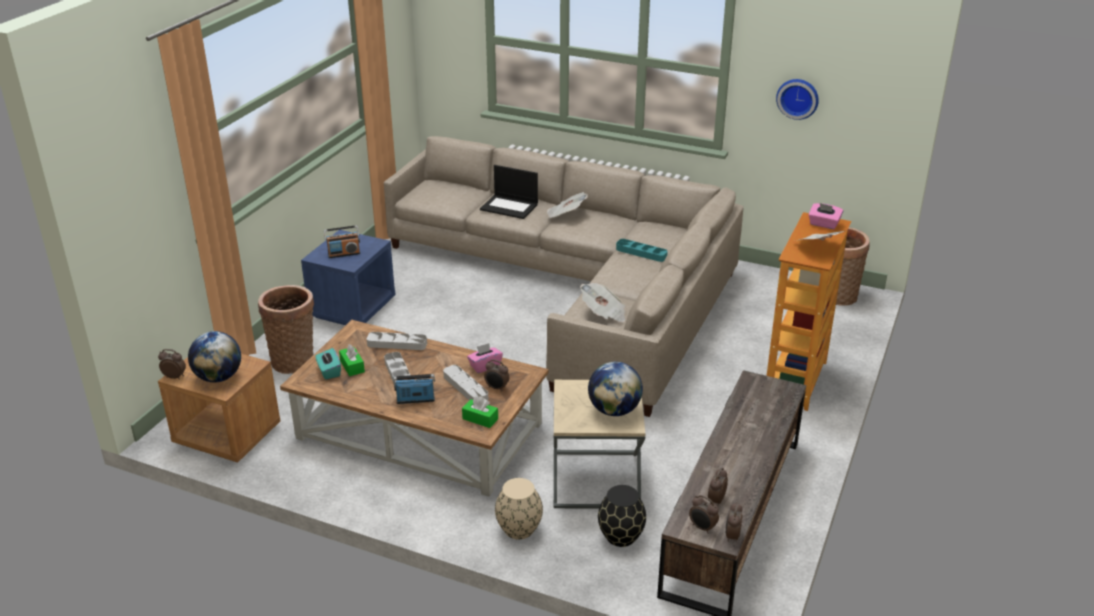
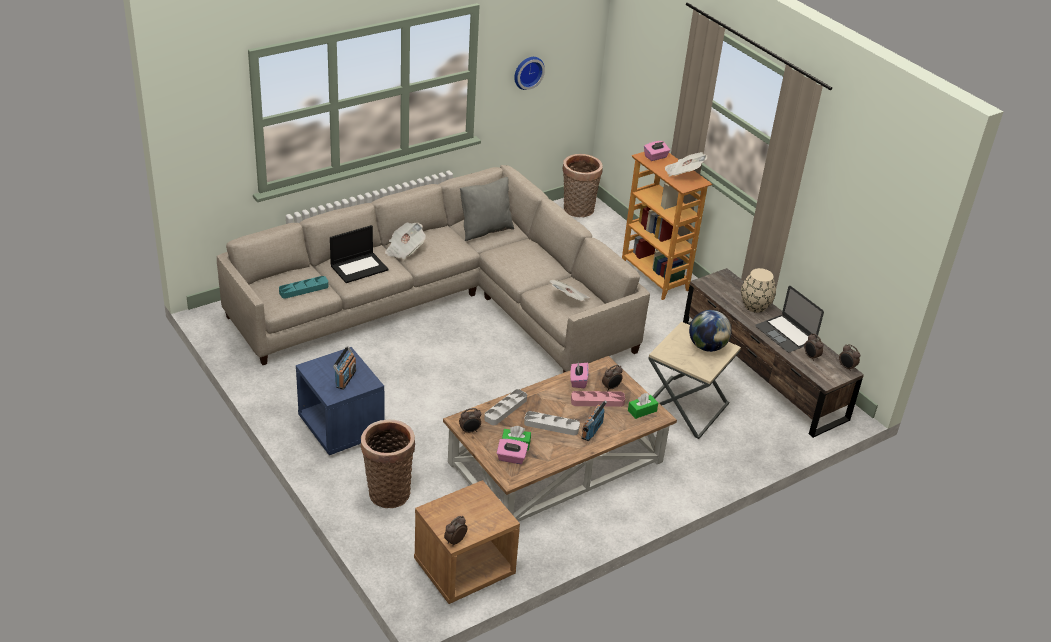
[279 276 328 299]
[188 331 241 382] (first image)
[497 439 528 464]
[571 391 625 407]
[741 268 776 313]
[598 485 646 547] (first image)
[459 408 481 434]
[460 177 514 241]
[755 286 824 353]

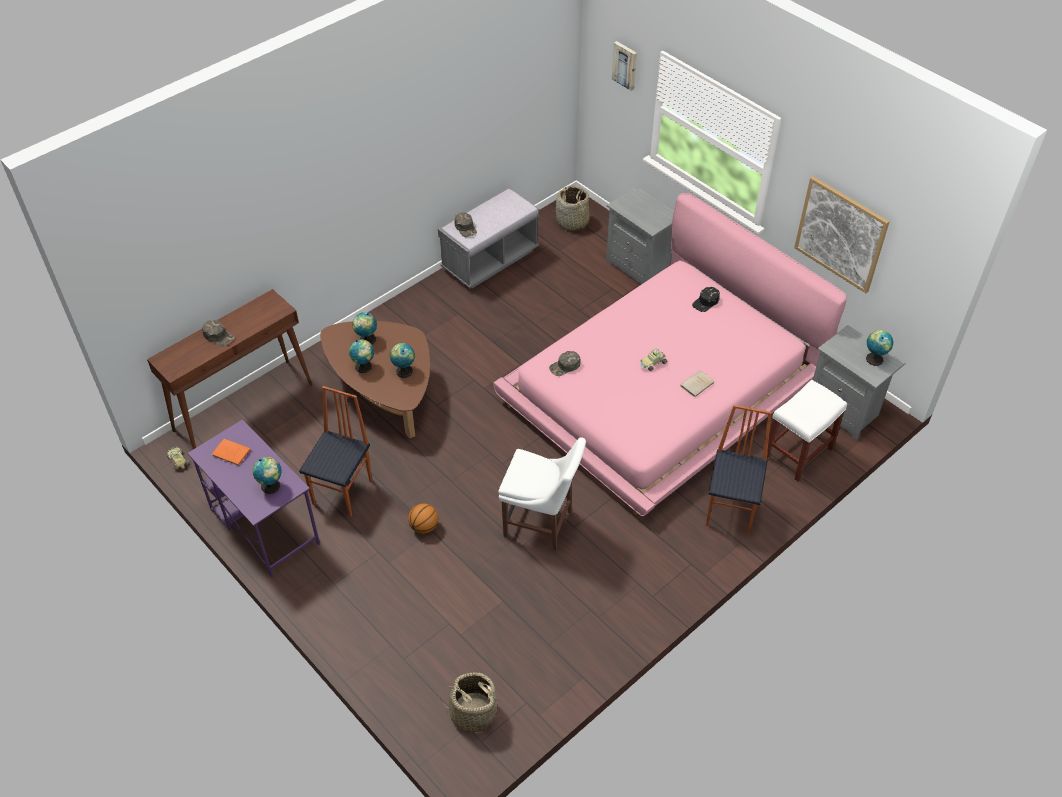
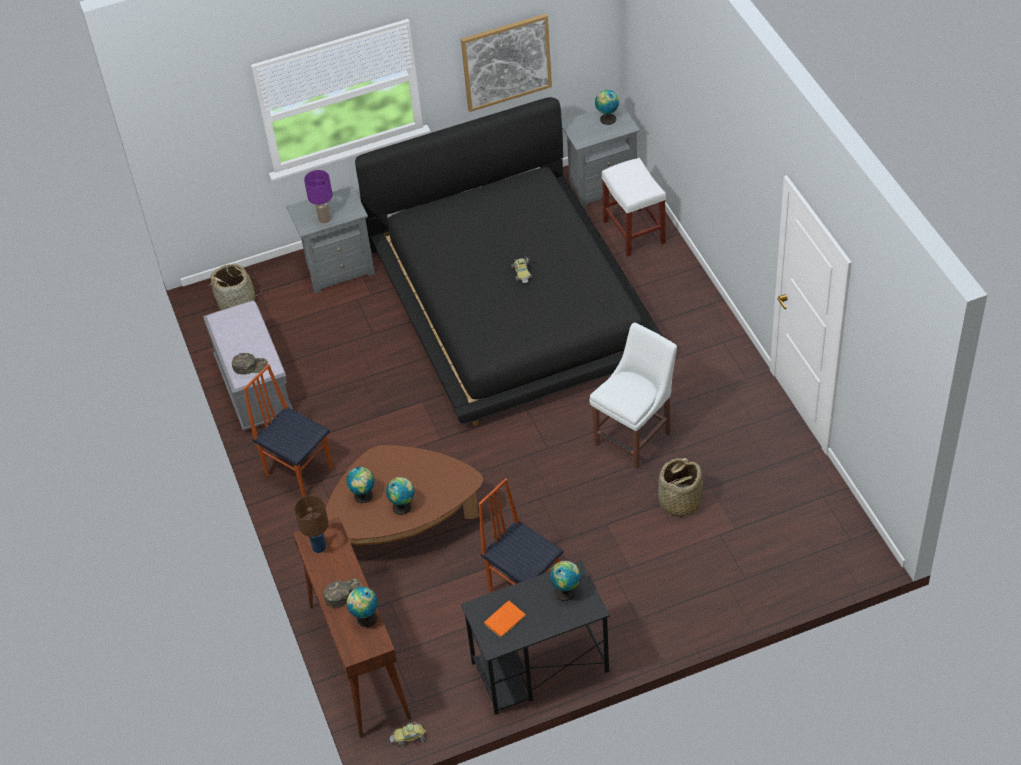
[612 41 637 91] (first image)
[355 97 667 426]
[692 287 720 312] (first image)
[347 587 378 627]
[549 351 581 376] (first image)
[680 370 715 397] (first image)
[243 364 333 497]
[461 560 610 715]
[408 503 439 534] (first image)
[658 458 703 517]
[304 170 333 223]
[294 495 329 553]

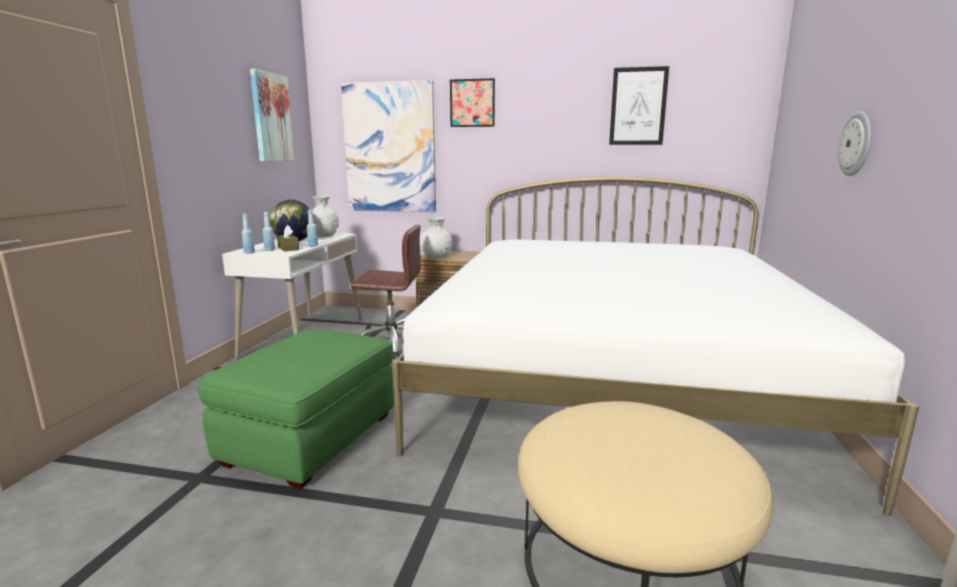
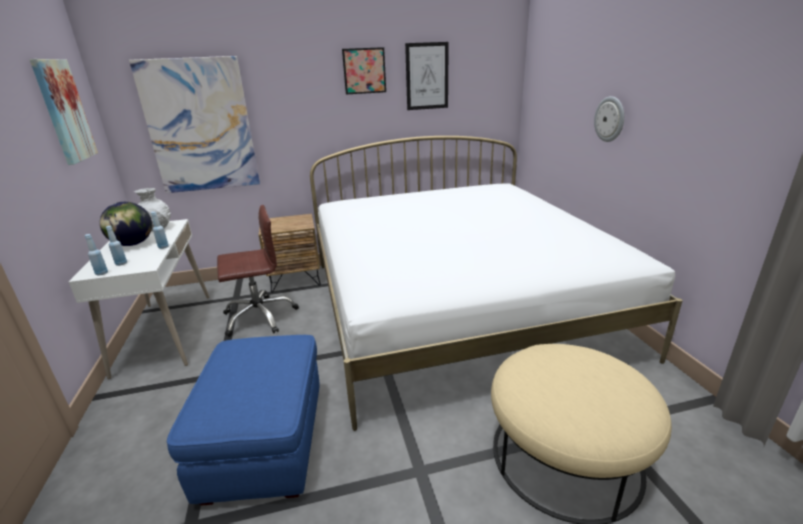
[342 47 386 94]
[420 217 453 258] (first image)
[277 225 299 251] (first image)
[167 335 320 505]

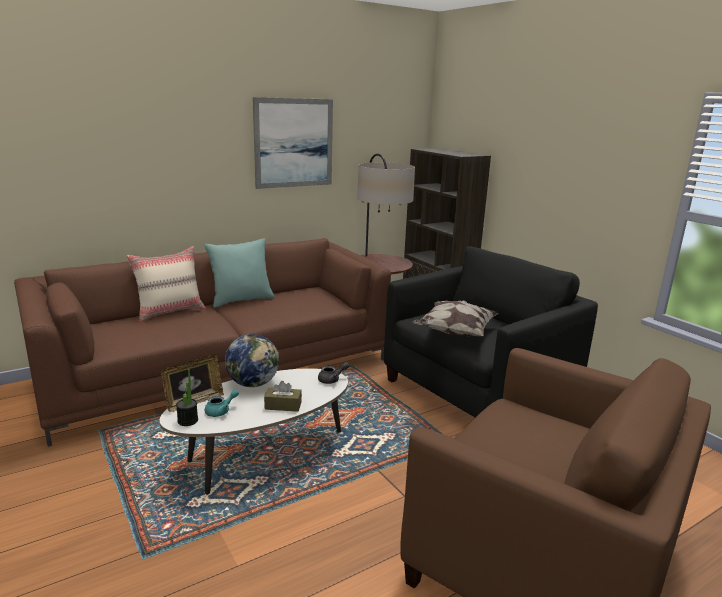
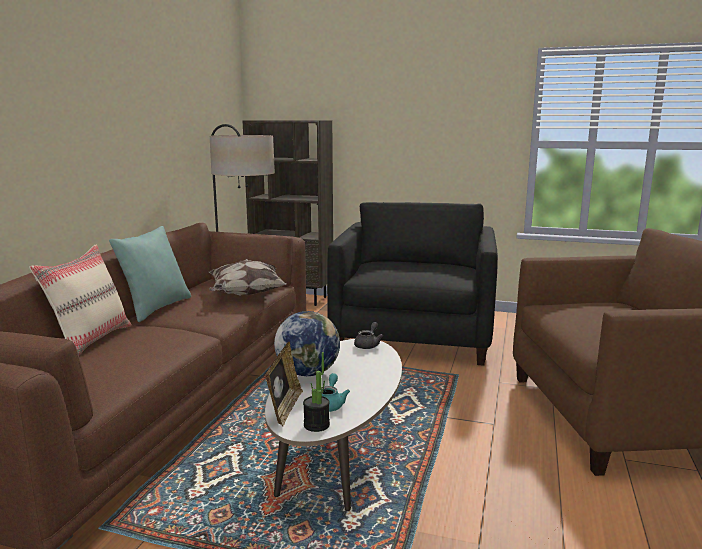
[253 97 333 189] (first image)
[209 259 286 296]
[264 381 302 412] (first image)

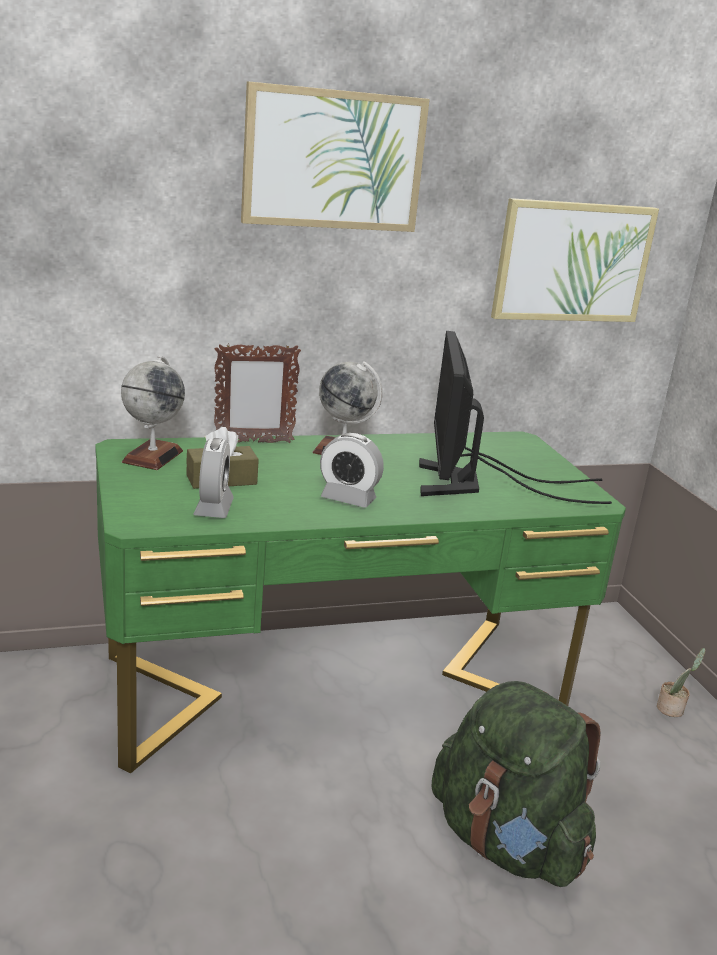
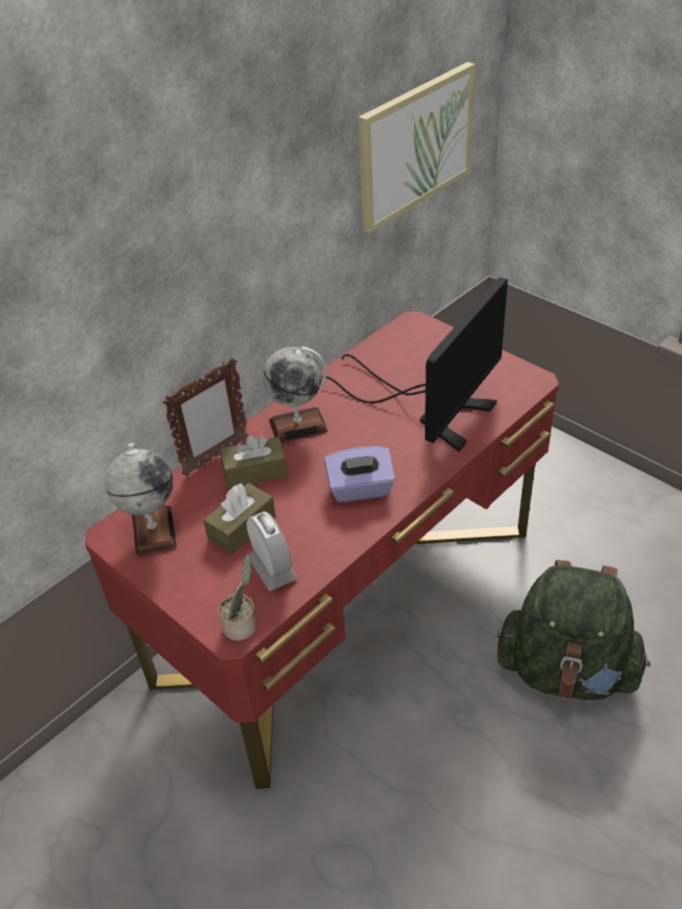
[241 81 430 232] (first image)
[322 277 508 452]
[85 311 559 789]
[324 446 396 503]
[218 555 257 641]
[220 435 288 489]

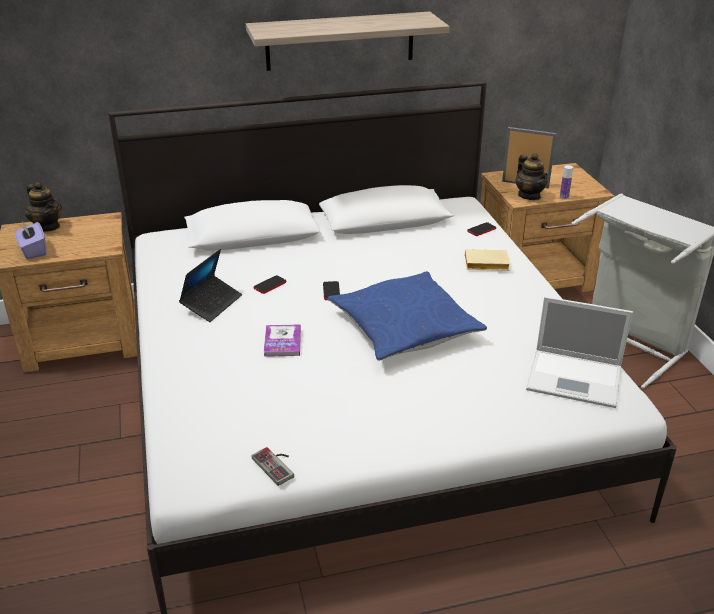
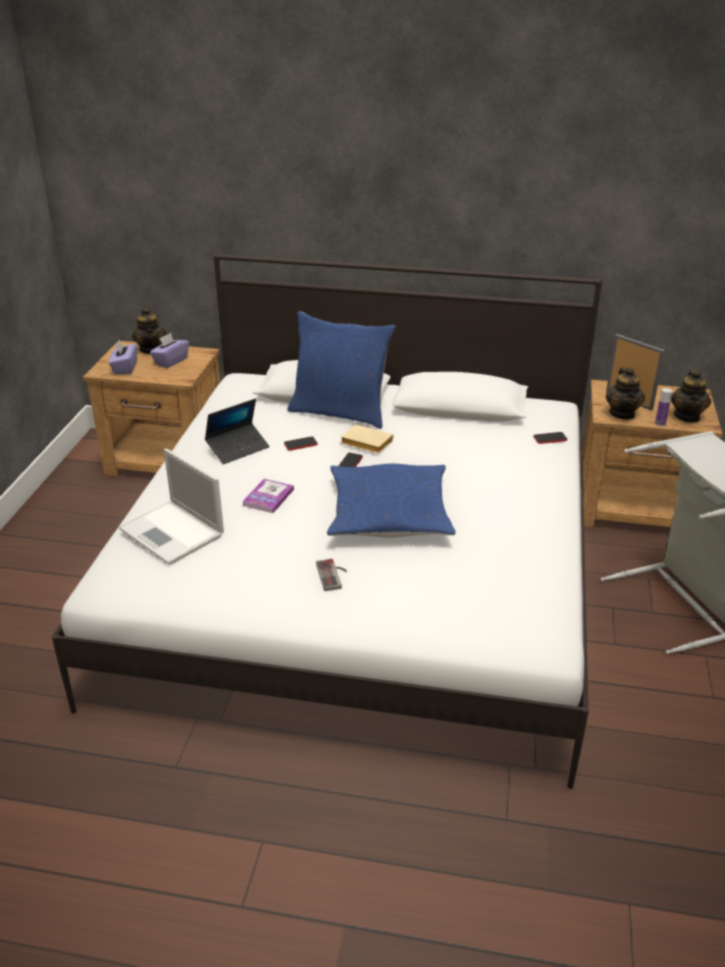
[246 12 450 71] (first image)
[341 425 394 454]
[119 448 224 565]
[316 559 347 591]
[287 311 396 429]
[150 333 189 368]
[671 370 711 423]

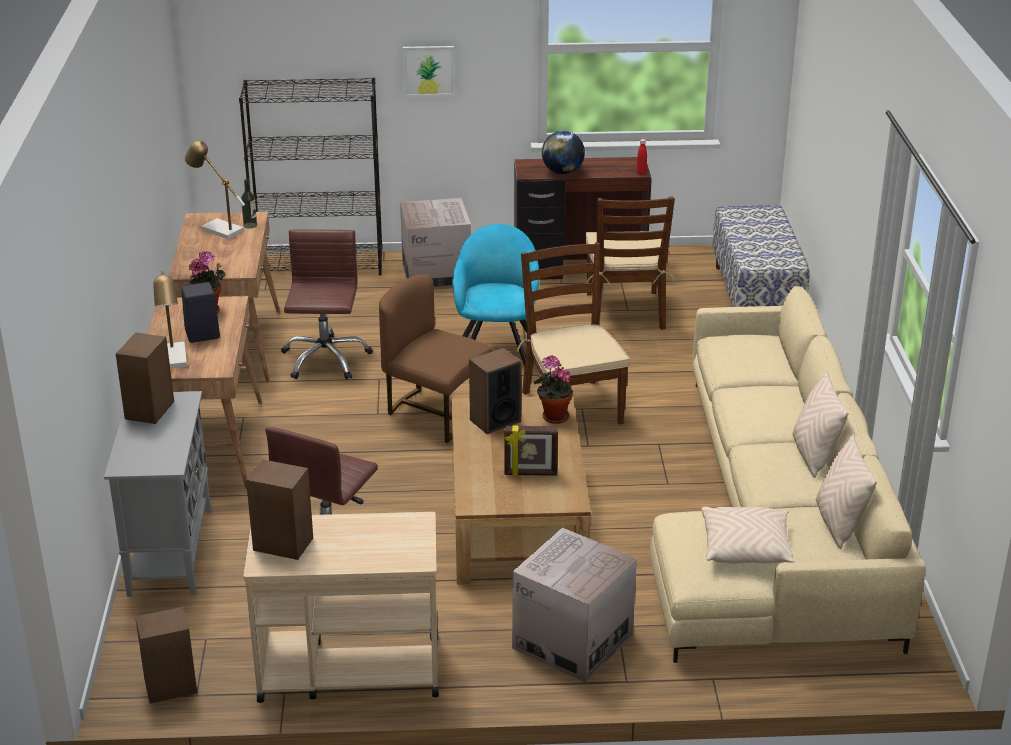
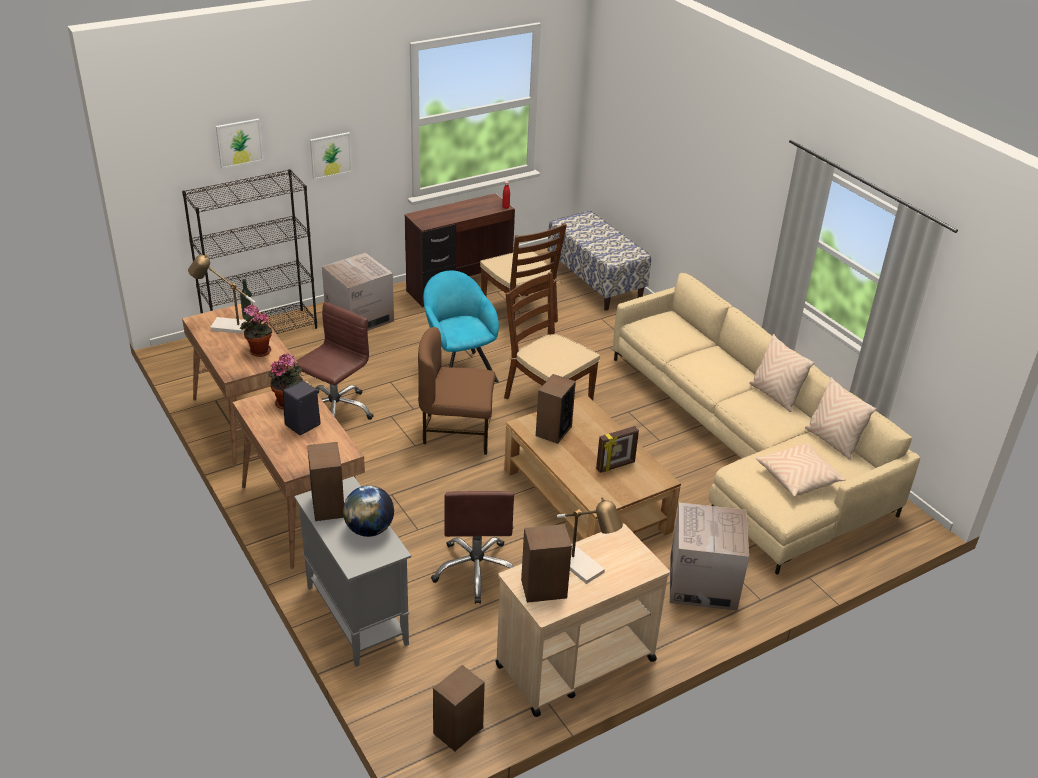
[343 485 394 537]
[296 302 374 420]
[557 497 623 584]
[240 305 272 357]
[216 119 264 169]

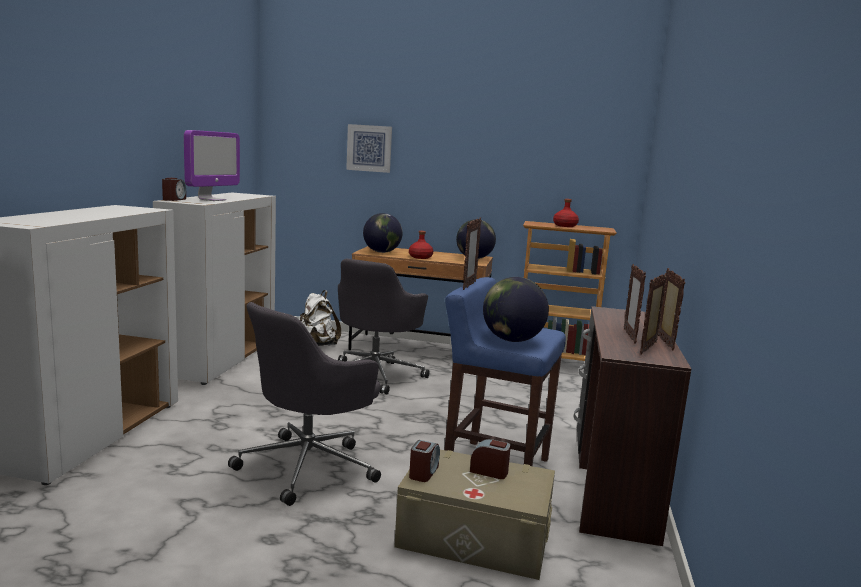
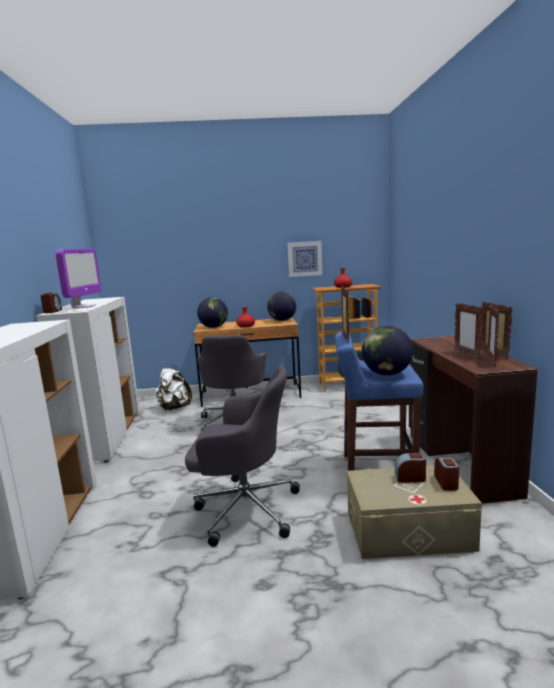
[287 241 322 277]
[185 366 300 547]
[434 458 459 491]

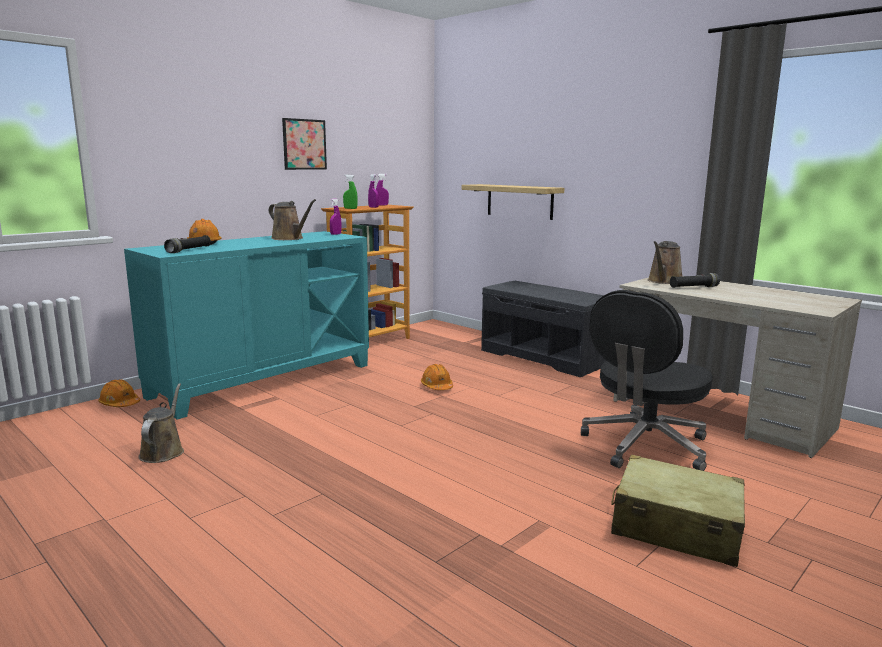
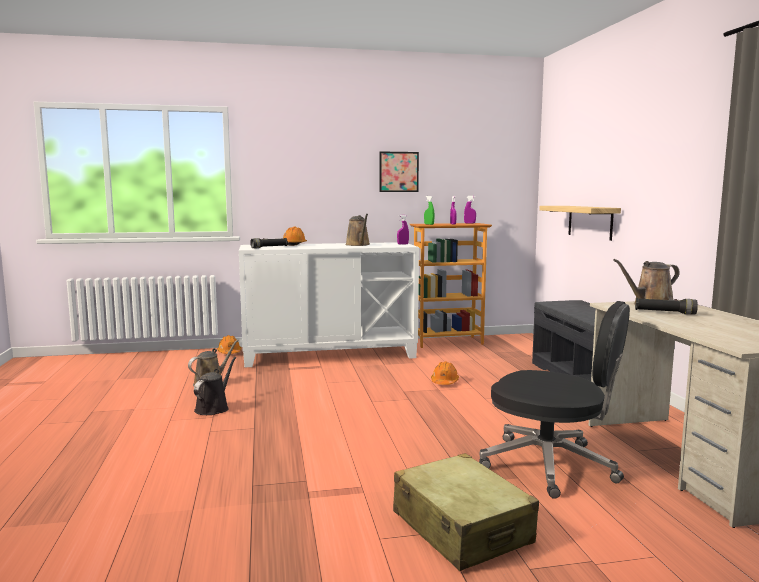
[239 242 419 367]
[479 301 630 499]
[194 357 236 415]

